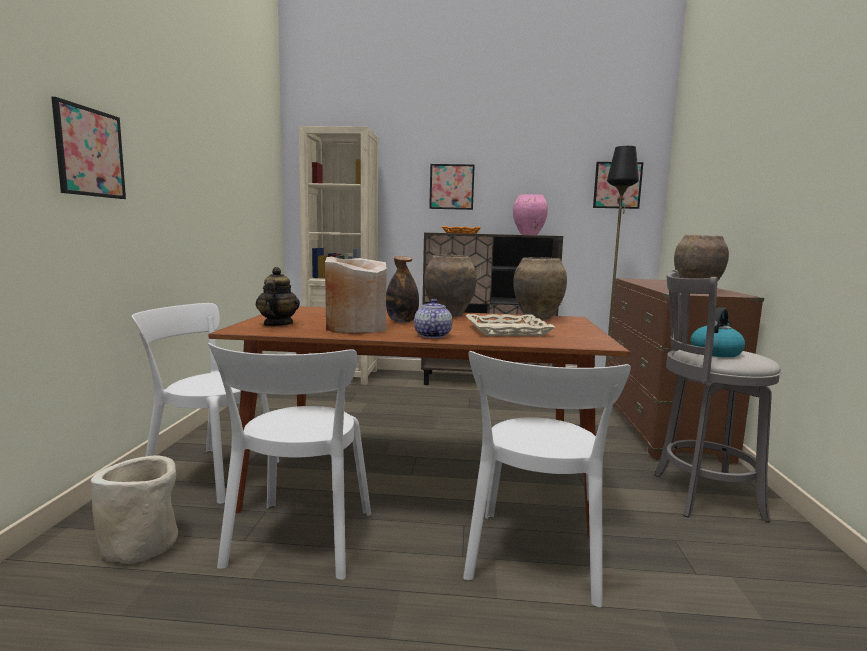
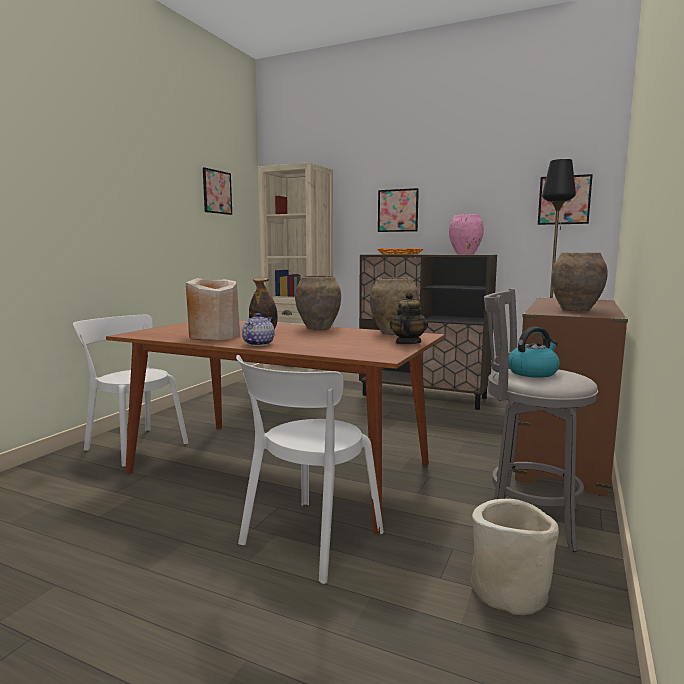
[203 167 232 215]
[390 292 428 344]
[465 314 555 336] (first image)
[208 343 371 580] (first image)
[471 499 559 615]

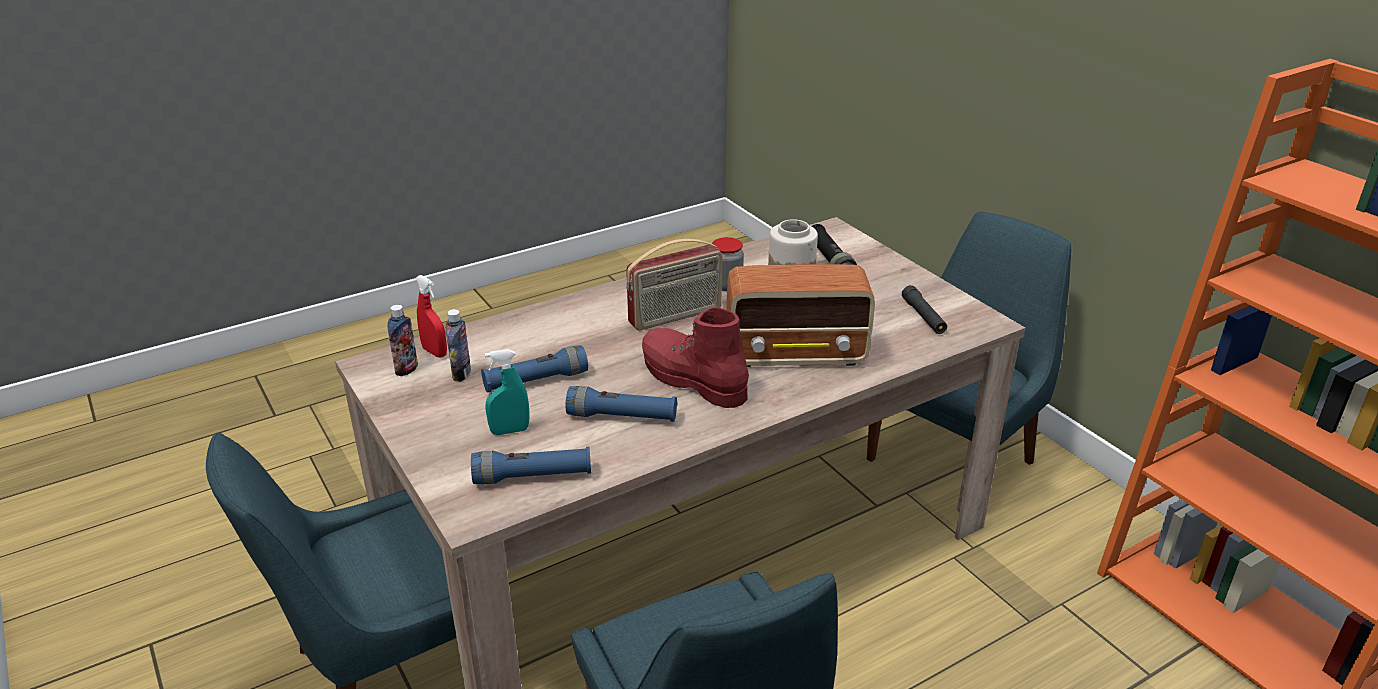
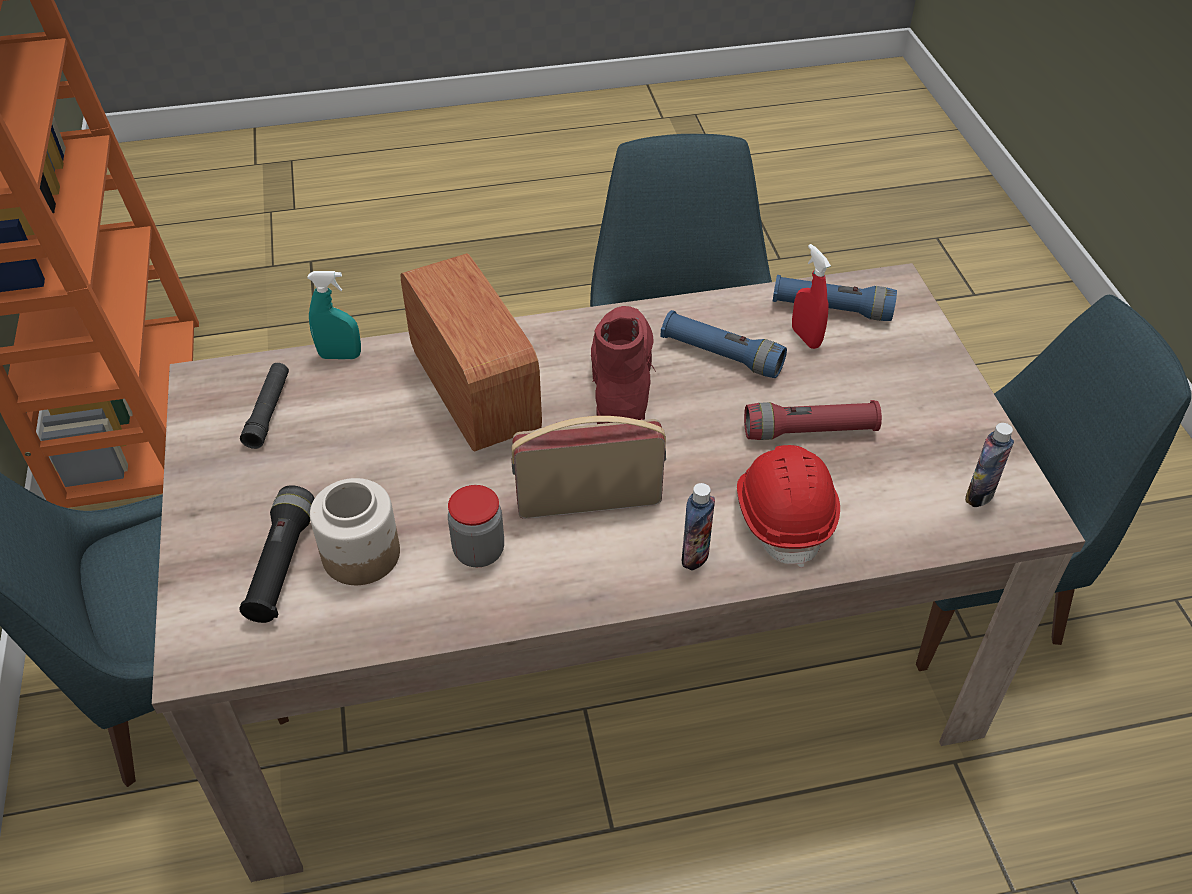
[400 253 542 451]
[792 244 831 349]
[591 306 656 424]
[682 483 715 571]
[744 400 882 440]
[307 271 361 359]
[737 445 840 568]

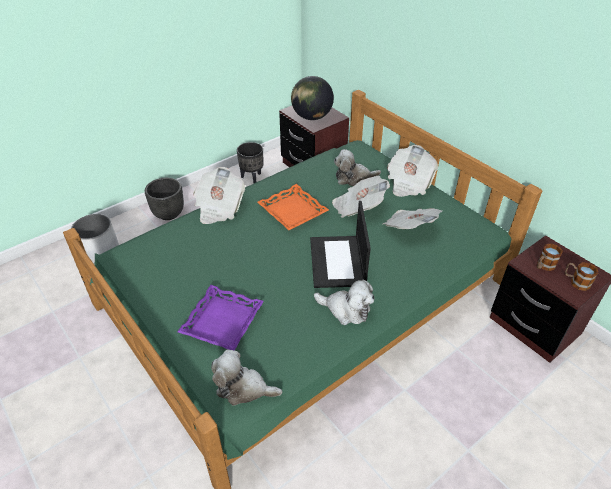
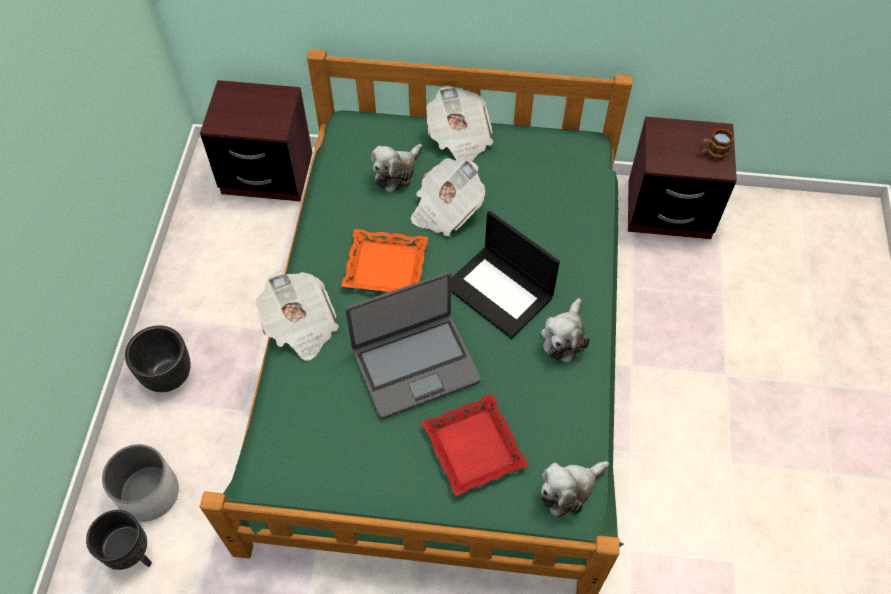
[291 76 334 120] (first image)
[86 510 152 570]
[383 208 442 229] (first image)
[537 243 563 271] (first image)
[540 298 590 363]
[421 394 529 496]
[345 272 481 419]

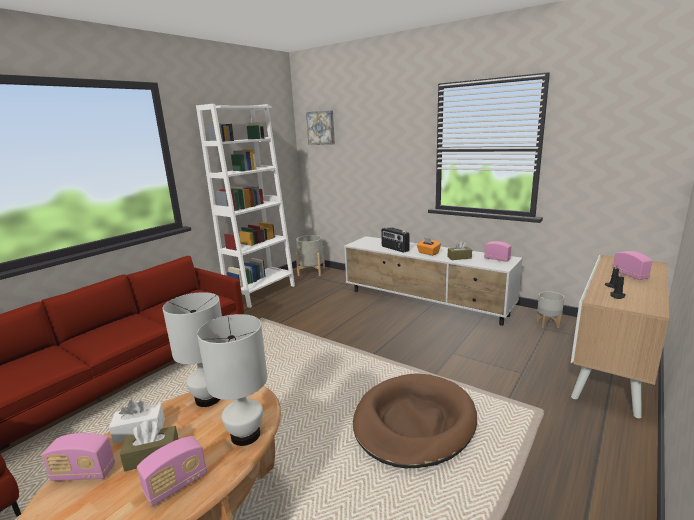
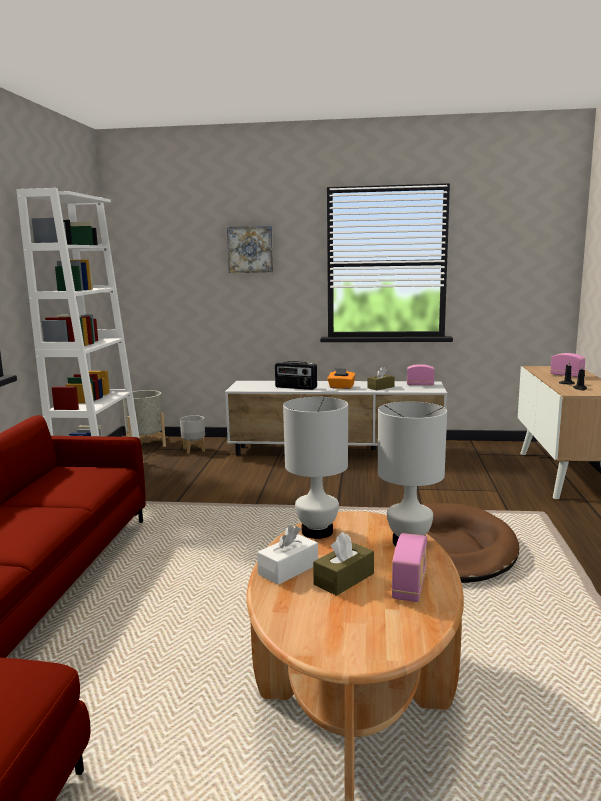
[227 226 273 273]
[180 415 205 454]
[42 433 115 481] (first image)

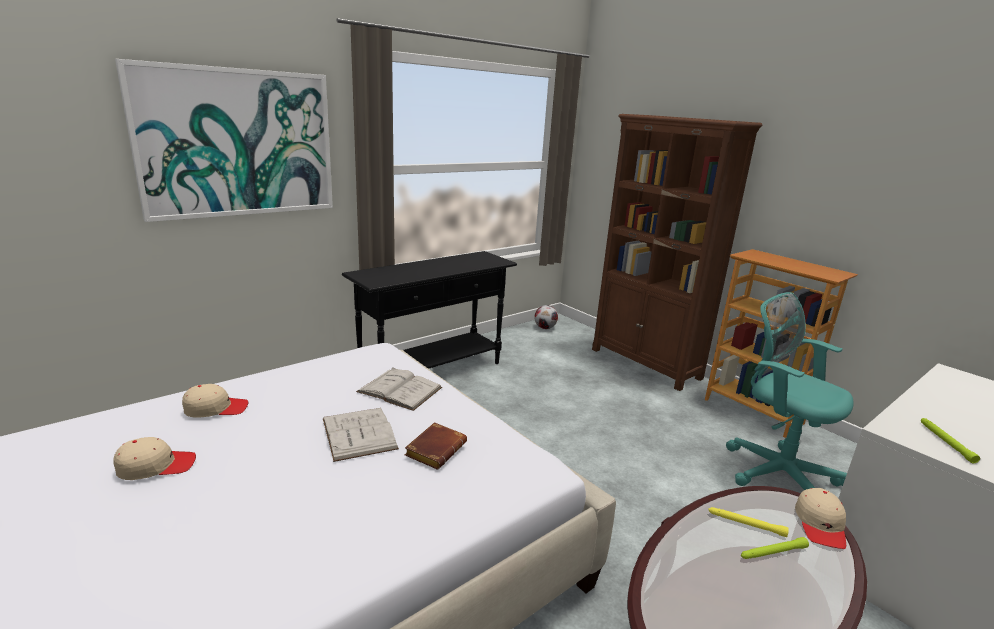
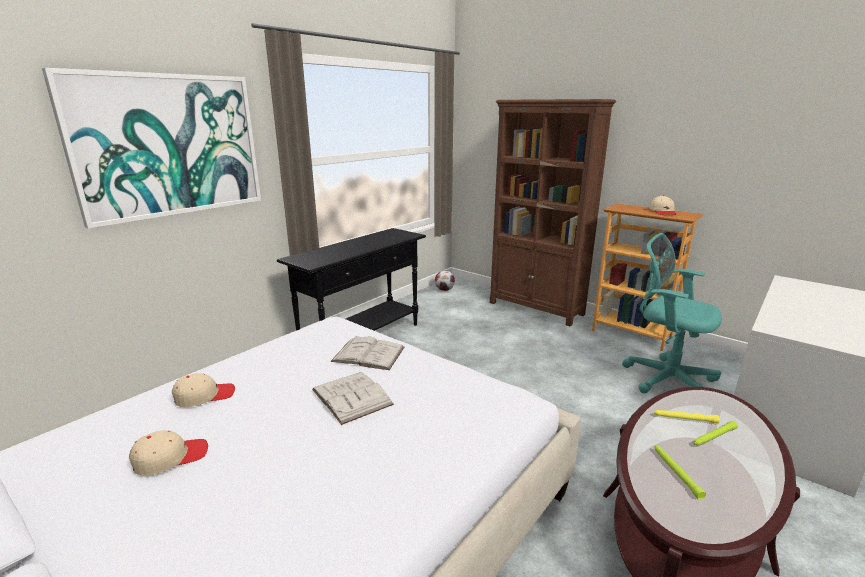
[654 445 706 499]
[405 422 467 470] (first image)
[650 195 676 215]

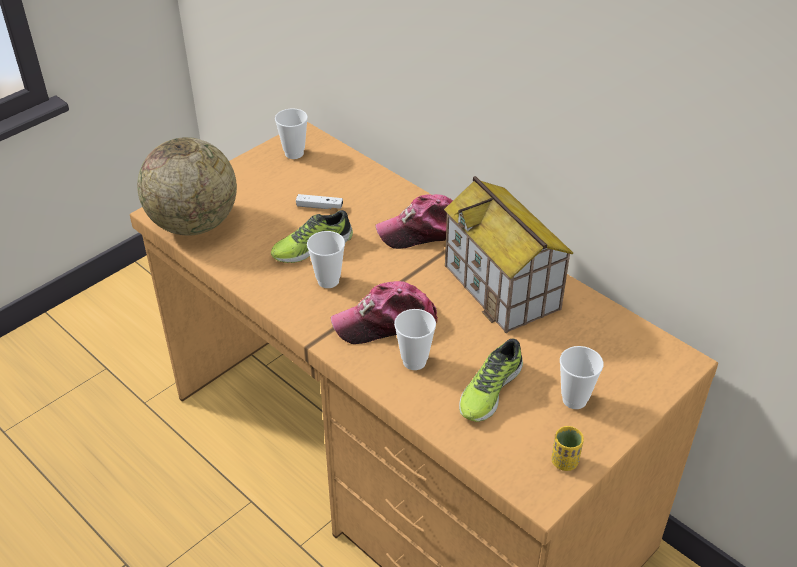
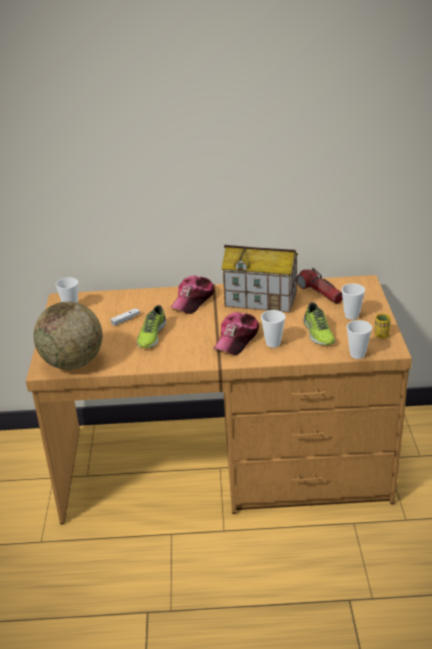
[347 320 372 359]
[297 268 343 304]

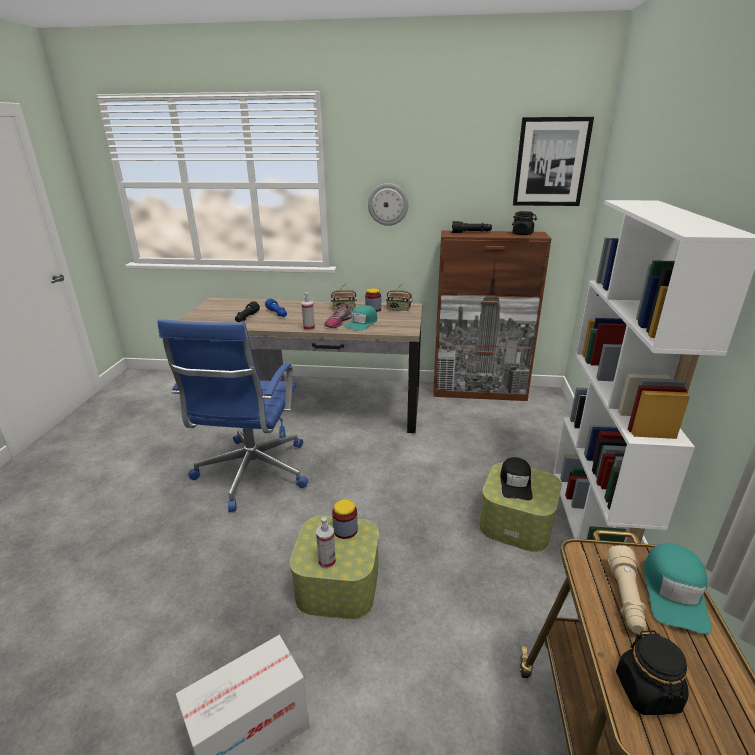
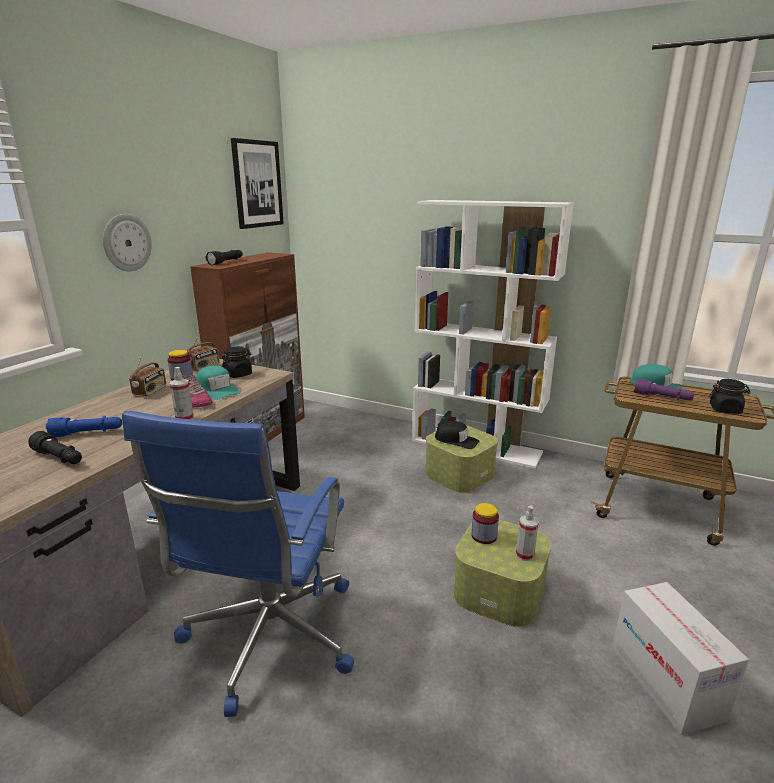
[222 347 252 378]
[122 411 354 717]
[634 378 694 400]

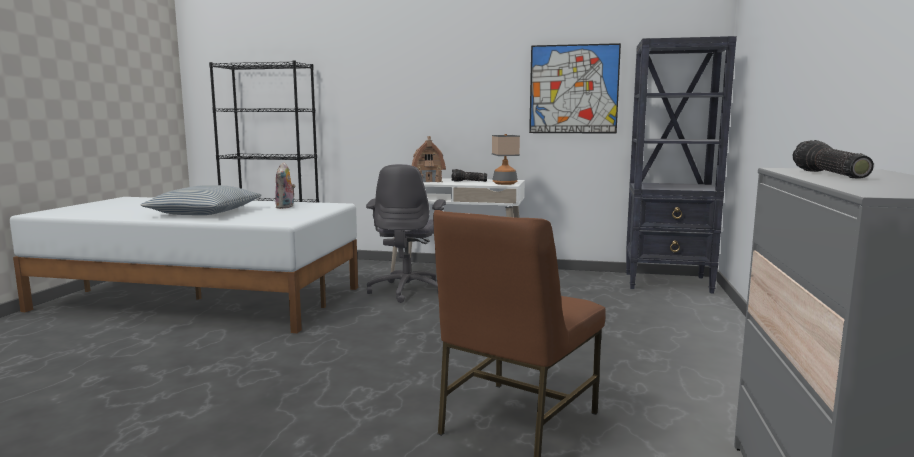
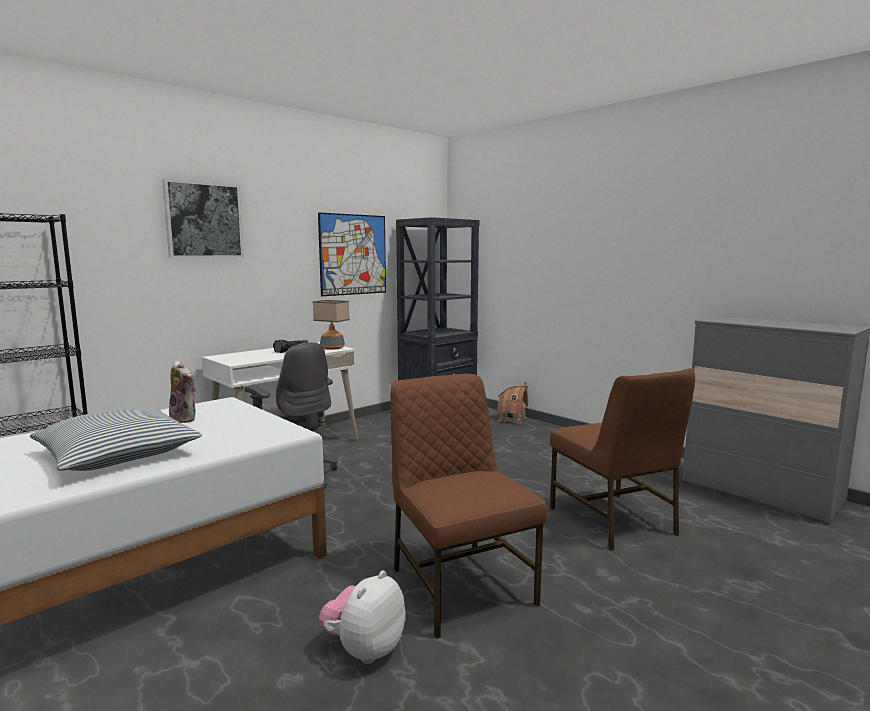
[497 382 528 424]
[793 140 874 178] (first image)
[162 179 244 258]
[390 374 547 639]
[319 570 406 664]

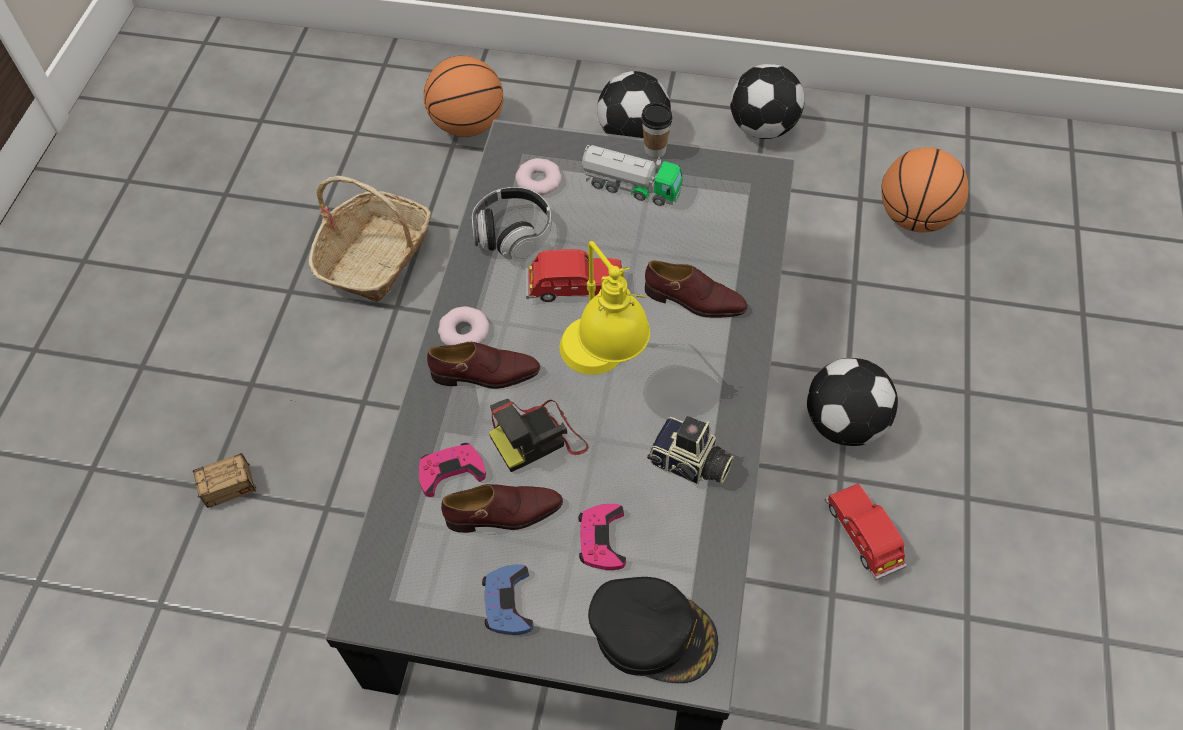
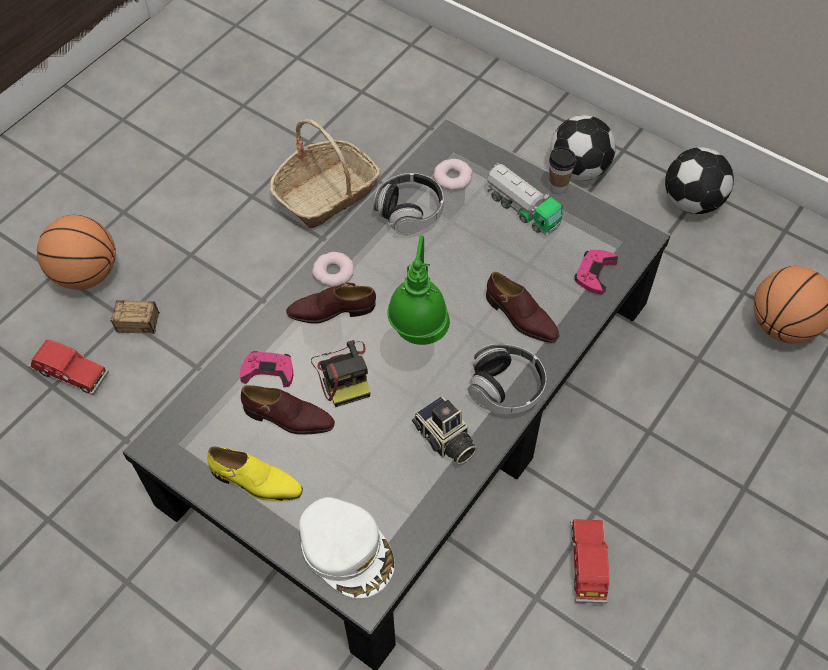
[37 215 116 290]
[387 235 450 345]
[28 339 109 395]
[286 282 376 324]
[807 358 898 446] (first image)
[311 340 370 407]
[574 250 618 294]
[207 447 303 501]
[299 497 395 599]
[468 344 546 414]

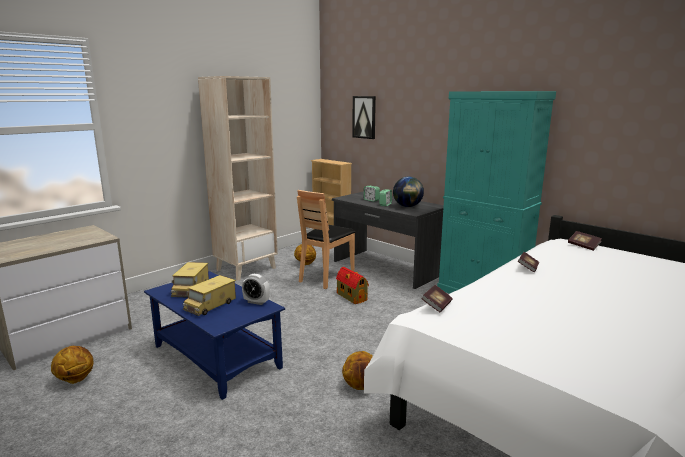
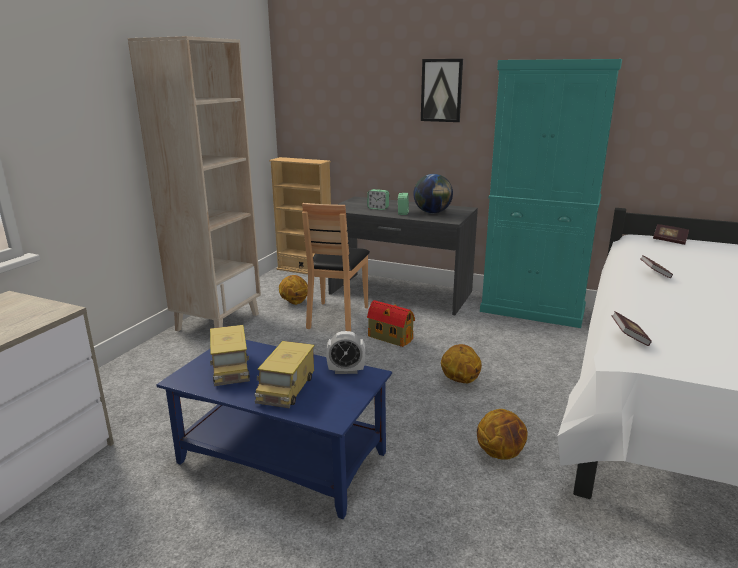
[421 59 463 122]
[441 344 482 383]

